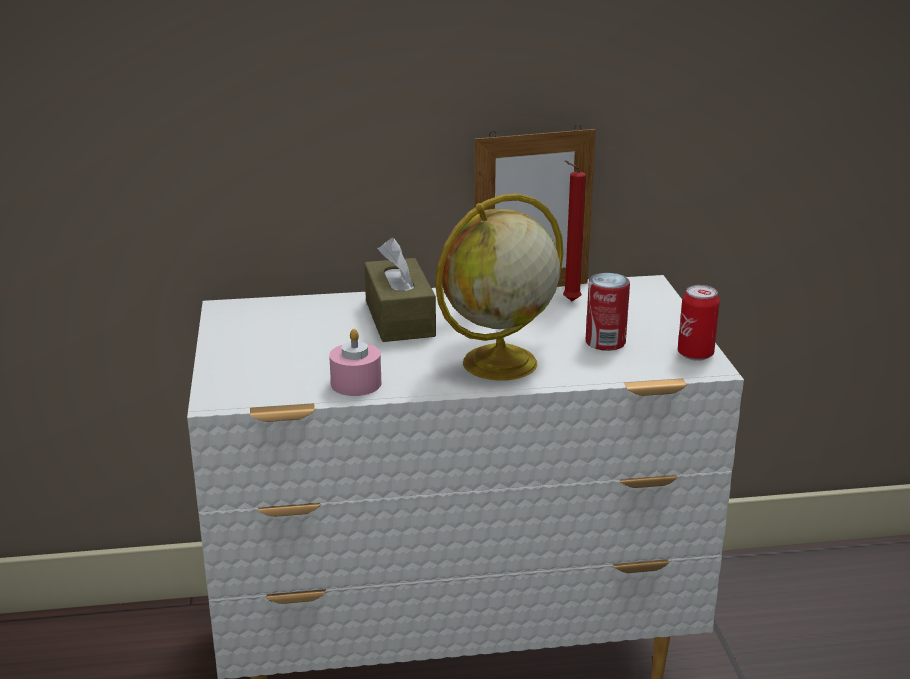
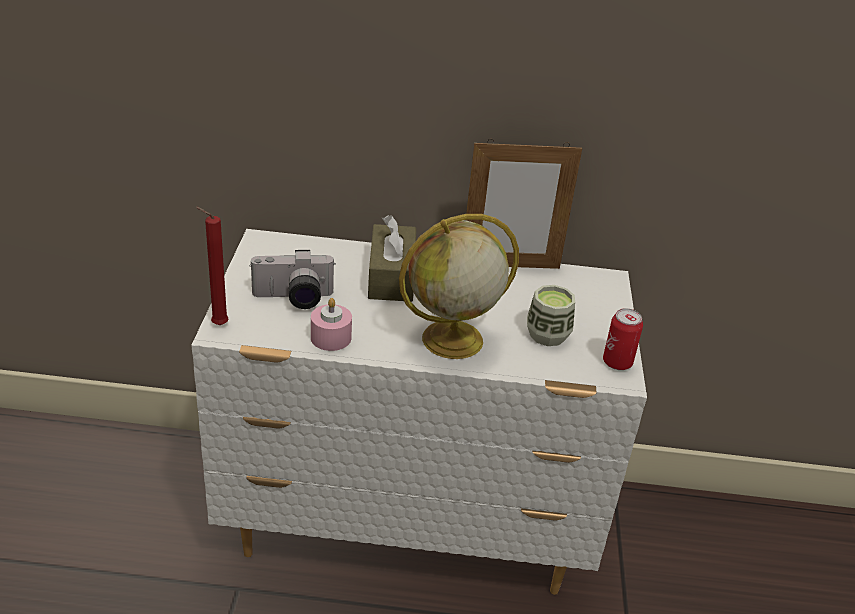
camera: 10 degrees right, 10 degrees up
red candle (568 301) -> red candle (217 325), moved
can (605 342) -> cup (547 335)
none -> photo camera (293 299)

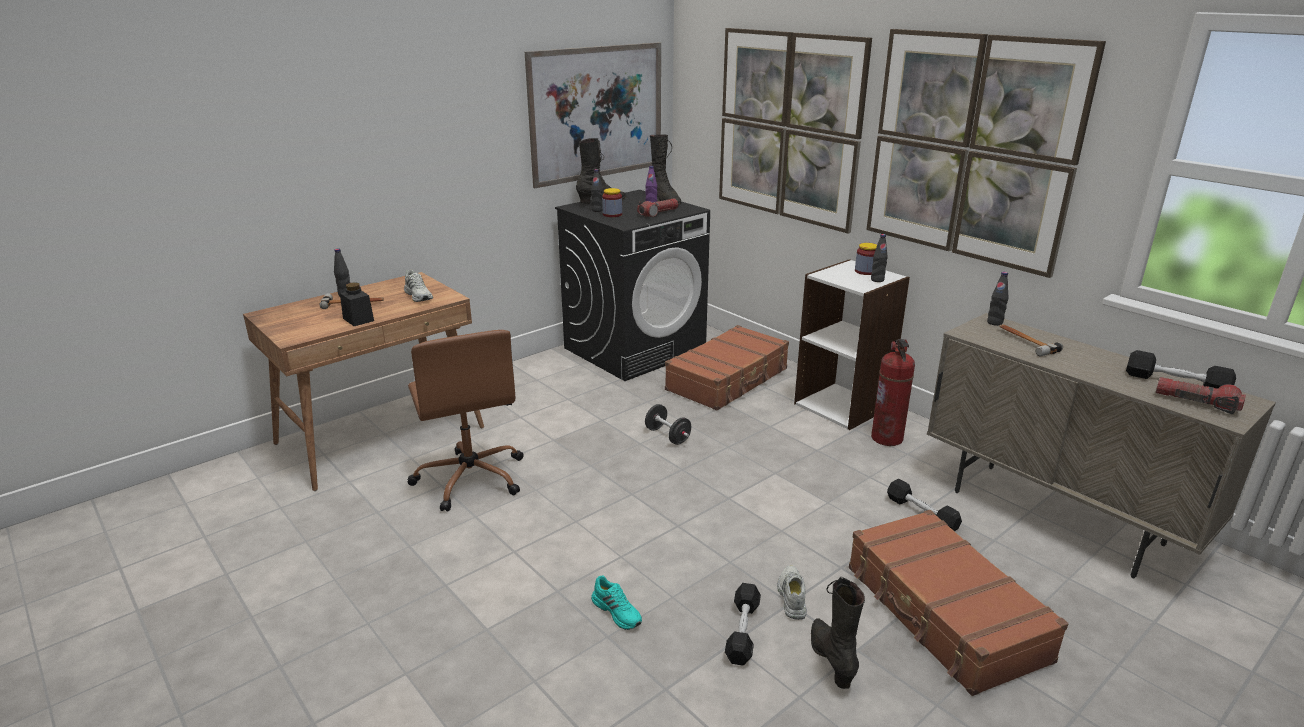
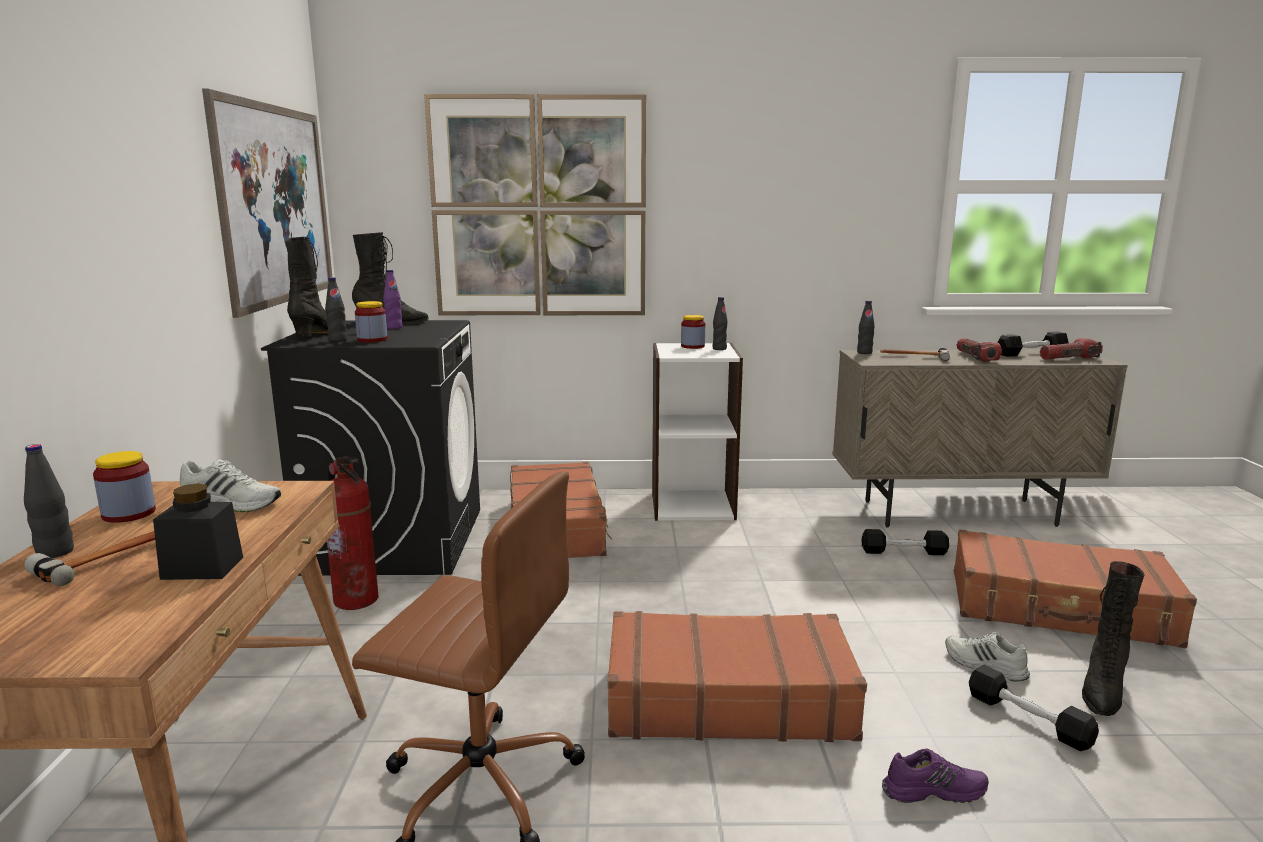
camera: 50 degrees left, 10 degrees down
picture (970 148) -> none
flashlight (658 213) -> flashlight (975 357), moved
fire extinguisher (887 438) -> fire extinguisher (356 600), moved
black dumbbell (667 436) -> none
turquoise shoe (617 611) -> purple shoe (933 790)
black boot (831 660) -> black boot (1102 690), 90 degrees counterclockwise
none -> jar (129 513)
none -> brown suitcase (727 698)

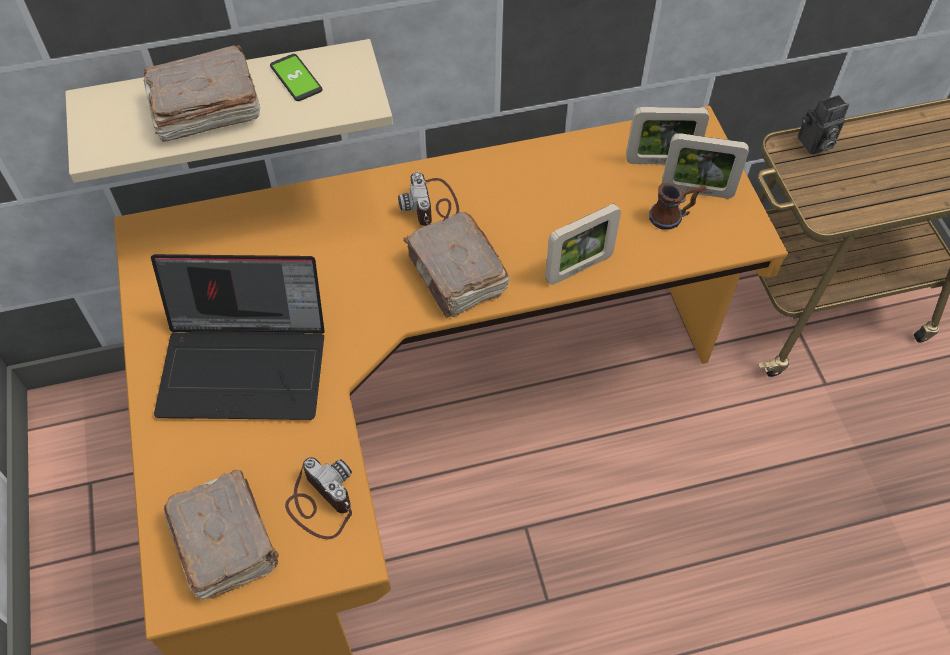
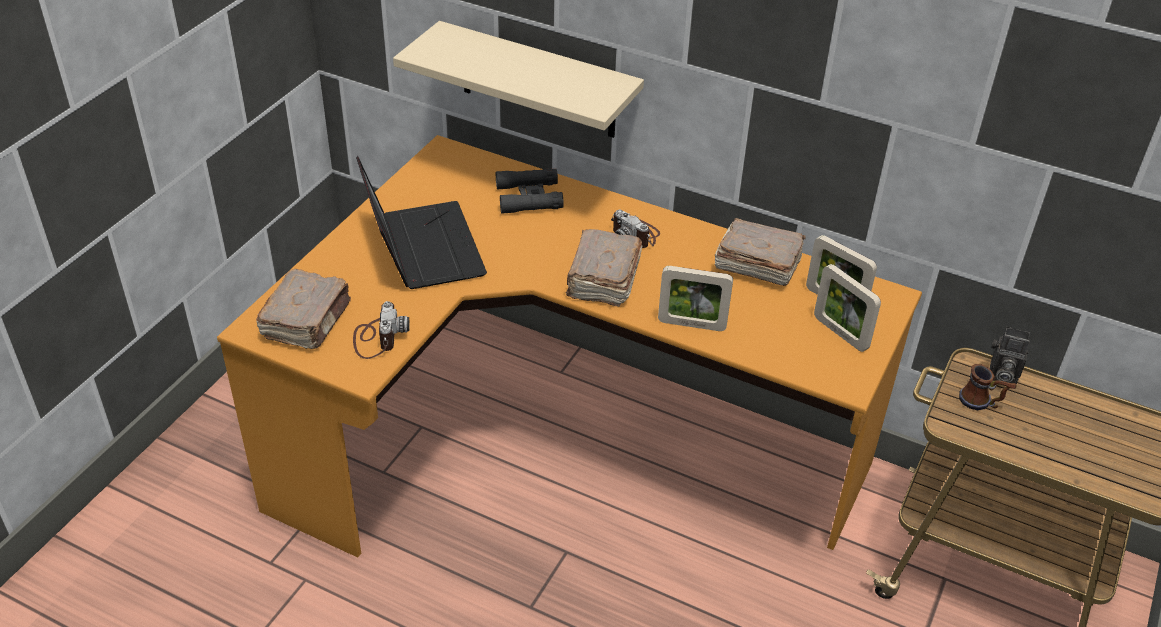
camera: 40 degrees right, 15 degrees down
brown book (204 110) -> brown book (756 264), moved
phone (296 78) -> none
photo camera (432 205) -> photo camera (635 234), 75 degrees counterclockwise
mug (673 216) -> mug (982 403), moved
laptop (247 363) -> laptop (421 247), 150 degrees counterclockwise
none -> black binoculars (529 197)

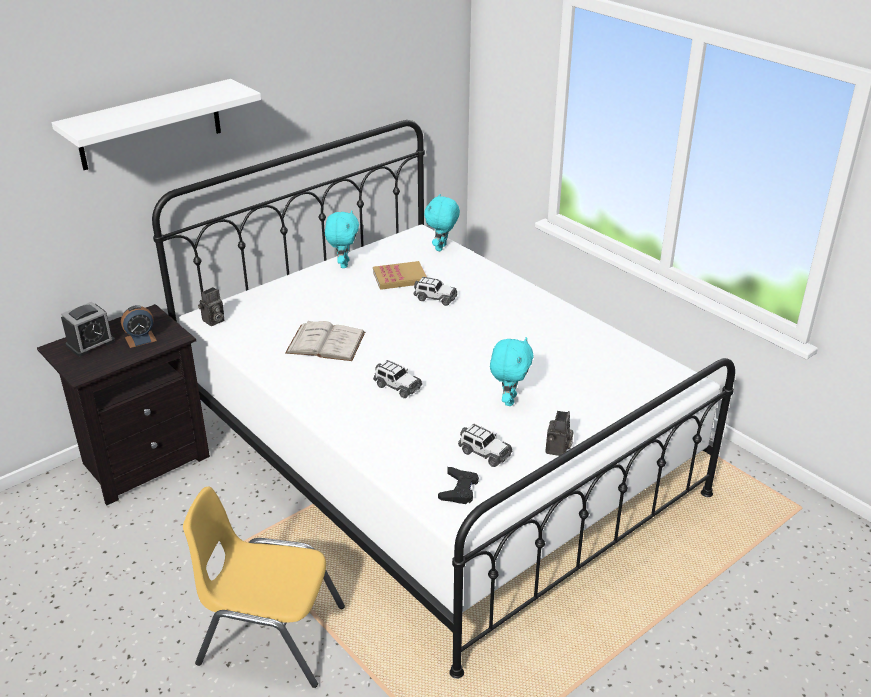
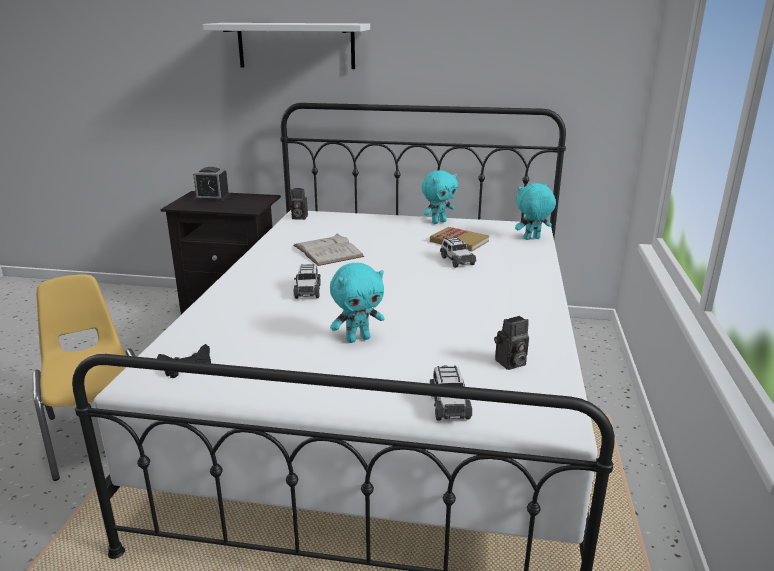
camera: 50 degrees right, 10 degrees down
alarm clock (140 339) -> none
photo camera (558 450) -> photo camera (510 363), moved
toy car (484 453) -> toy car (449 405), moved

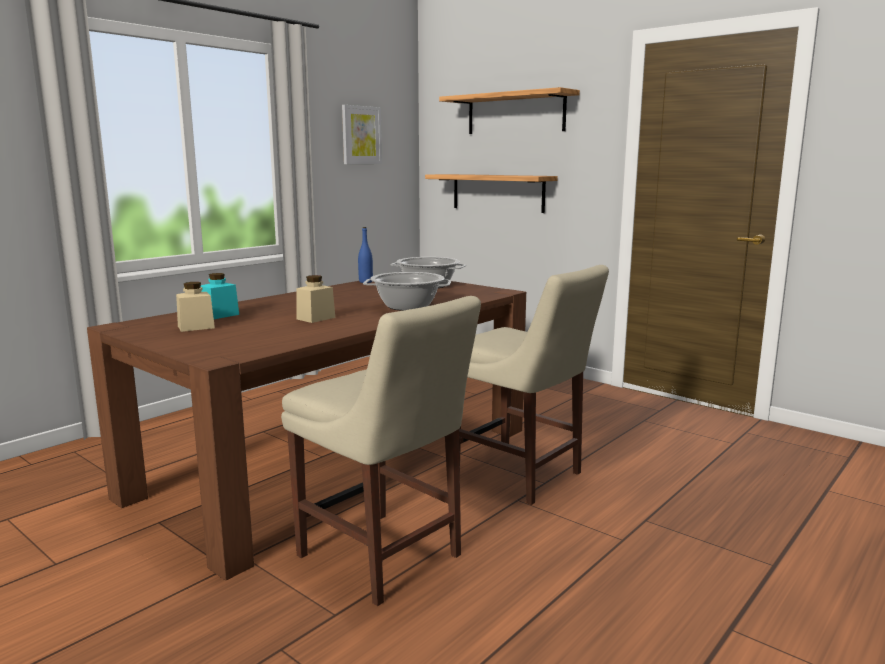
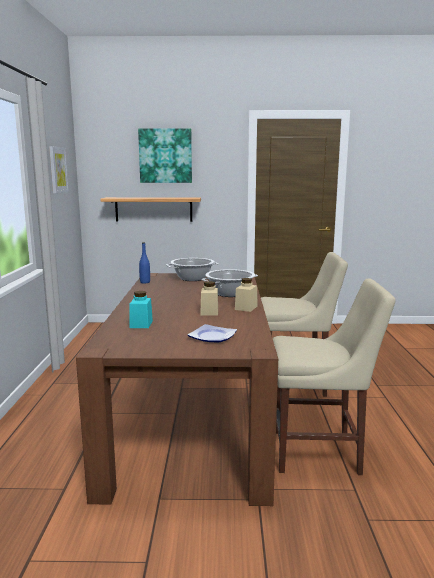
camera: 40 degrees left, 0 degrees up
shelf (515 113) -> picture (165 156)
beige jar (196 327) -> beige jar (246 308), moved
none -> plate (212 337)

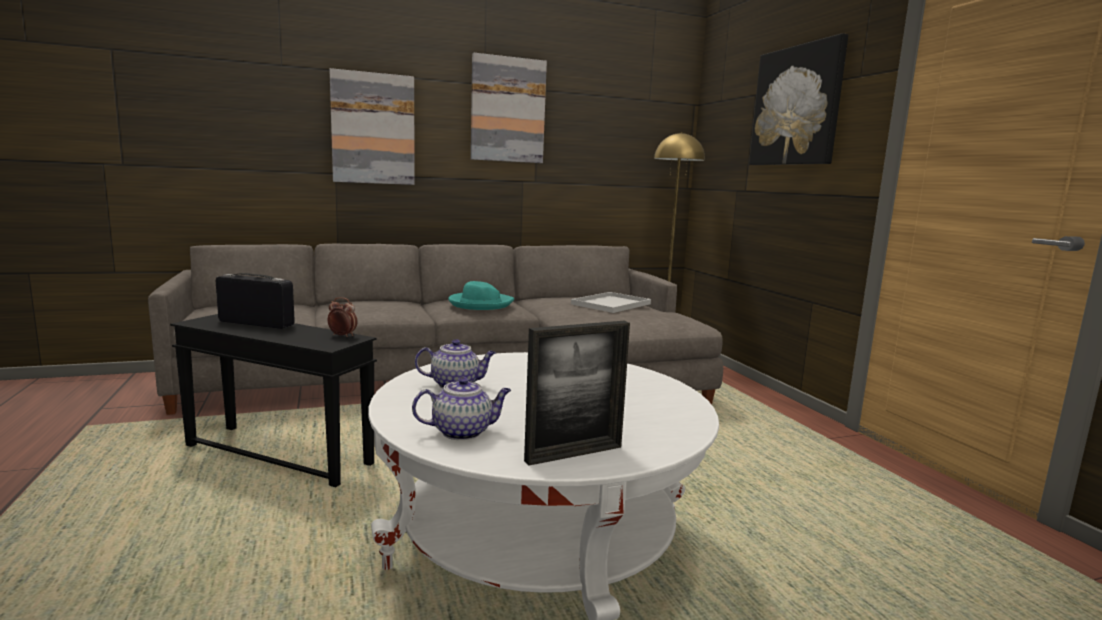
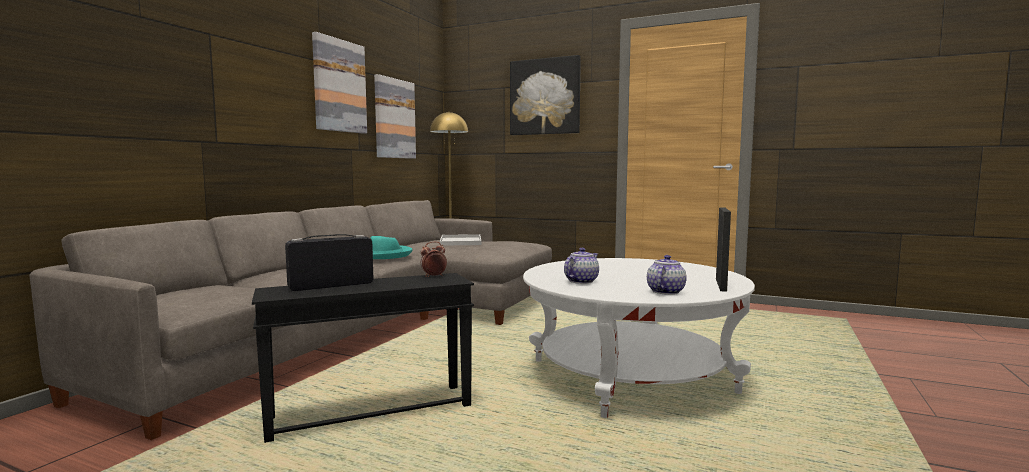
camera: 45 degrees left, 5 degrees down
picture (373 129) -> picture (394 118), moved

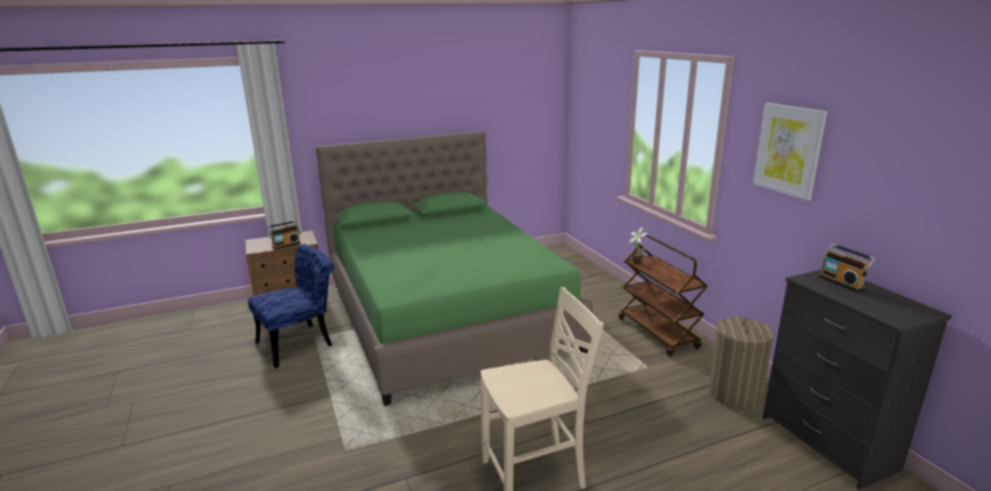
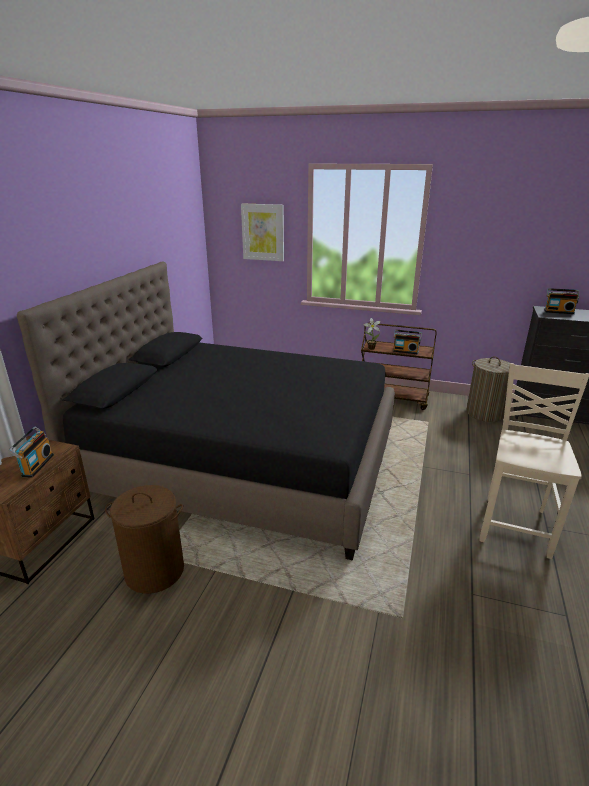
camera: 50 degrees left, 5 degrees up
picture (788 150) -> picture (263 232), moved
green bed (446 315) -> black bed (242 461)
blue chair (301 343) -> brown laundry basket (155 571)
none -> radio (405 351)

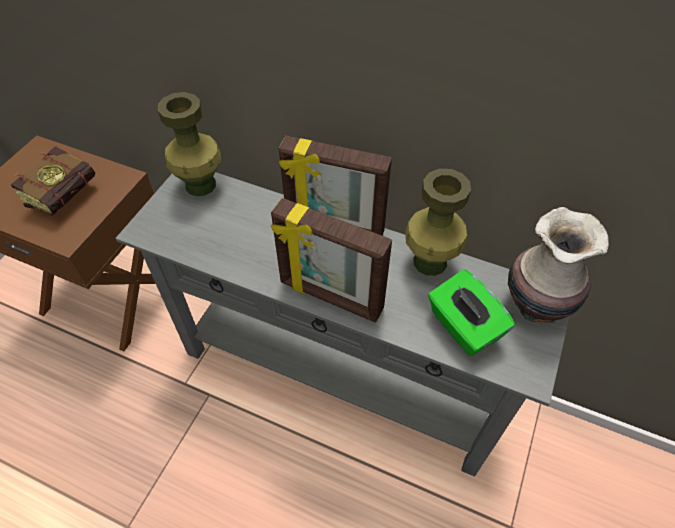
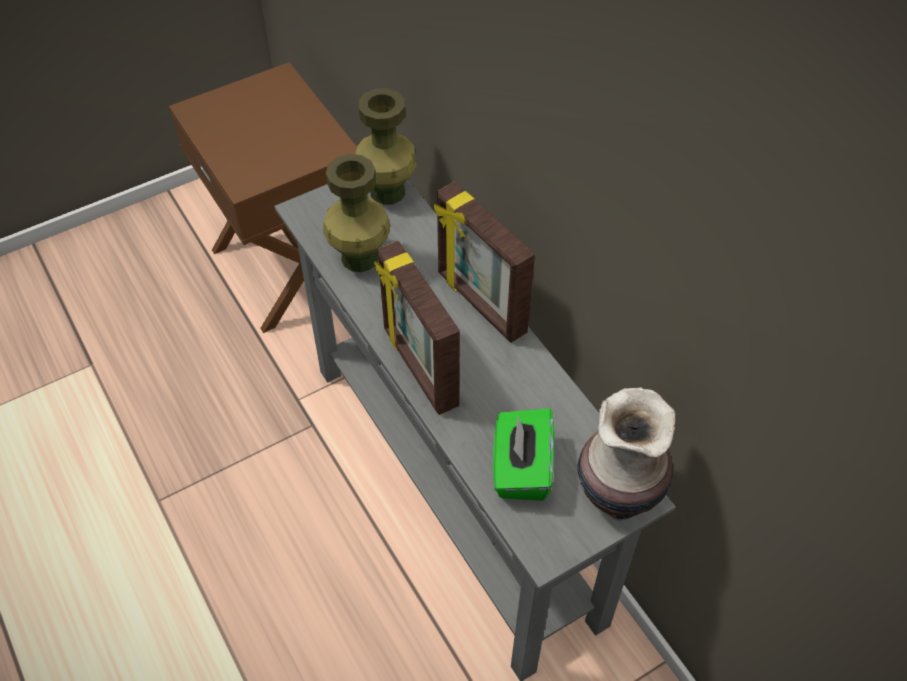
camera: 35 degrees right, 0 degrees up
book (69 193) -> none
green vase (430 262) -> green vase (359 258), moved

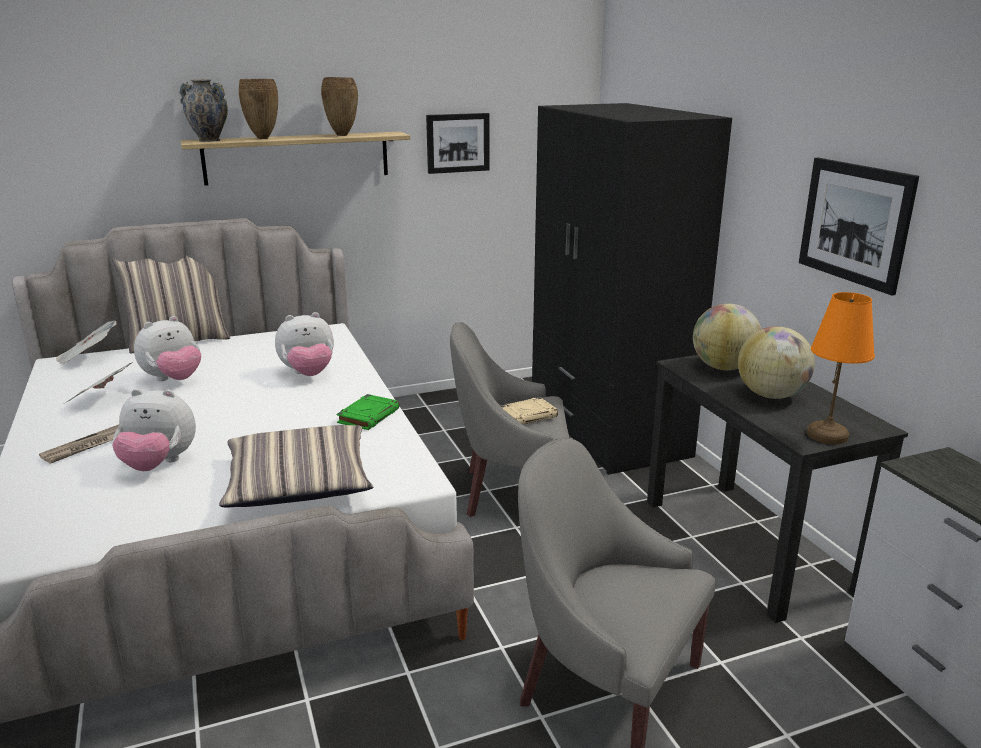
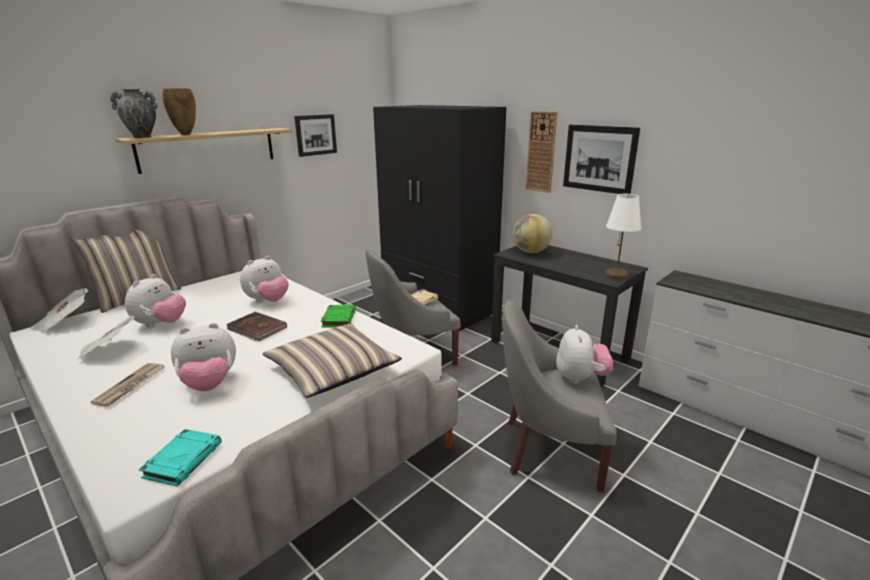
camera: 25 degrees left, 0 degrees up
brown vase (343 135) -> none
orange table lamp (828 435) -> white table lamp (616 275)
globe (771 395) -> none
none -> wall clock (541 152)
none -> brown book (257 329)
none -> plush toy (580 378)
none -> turquoise book (183 460)

